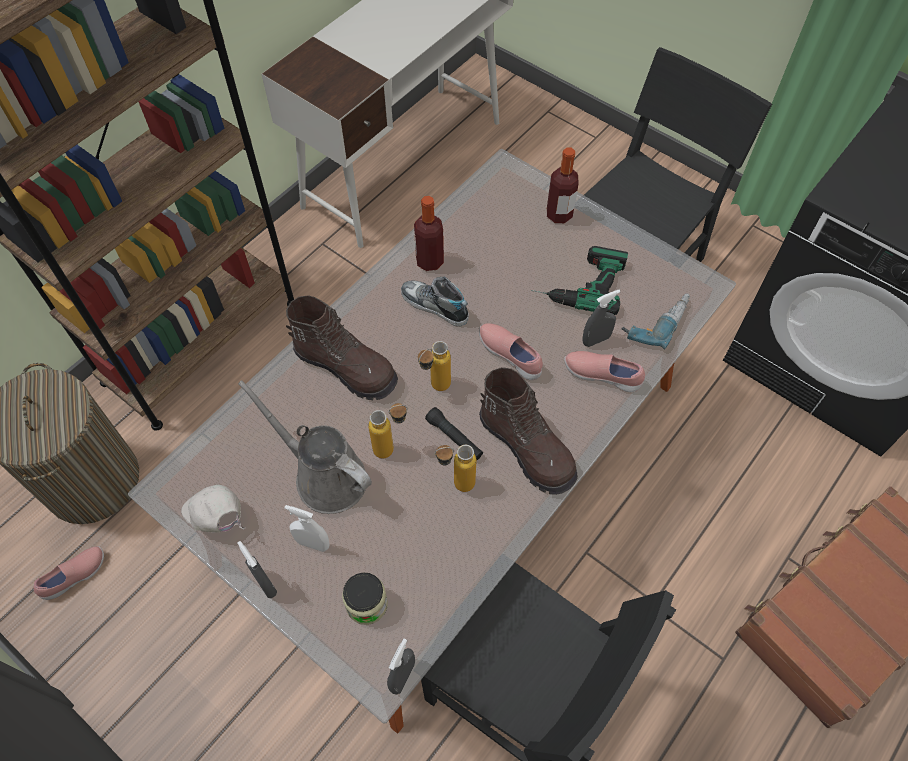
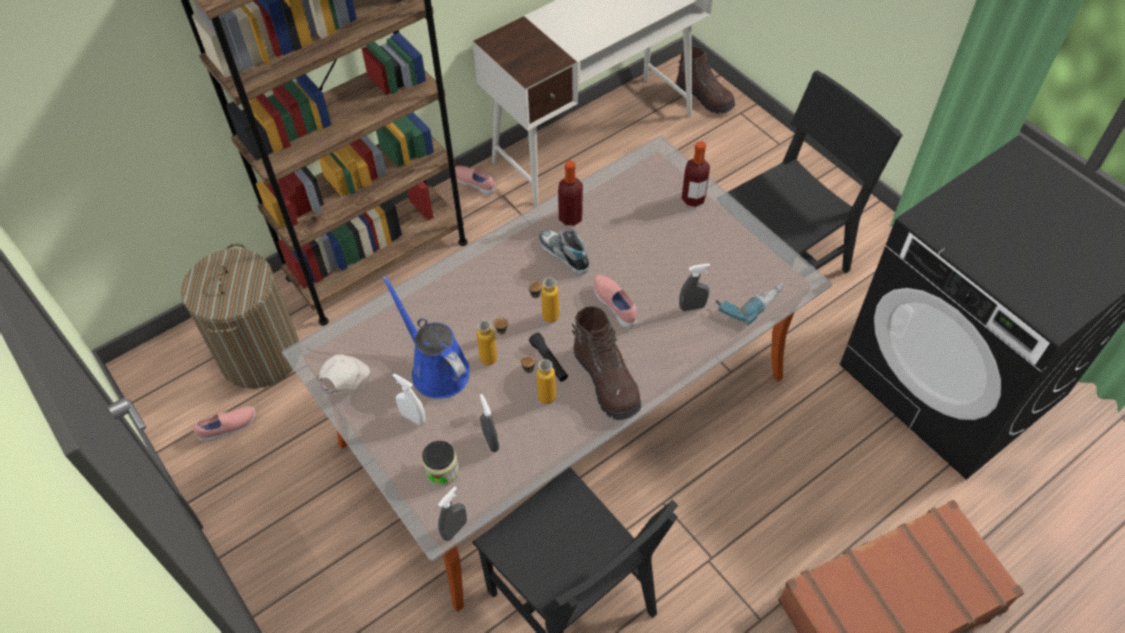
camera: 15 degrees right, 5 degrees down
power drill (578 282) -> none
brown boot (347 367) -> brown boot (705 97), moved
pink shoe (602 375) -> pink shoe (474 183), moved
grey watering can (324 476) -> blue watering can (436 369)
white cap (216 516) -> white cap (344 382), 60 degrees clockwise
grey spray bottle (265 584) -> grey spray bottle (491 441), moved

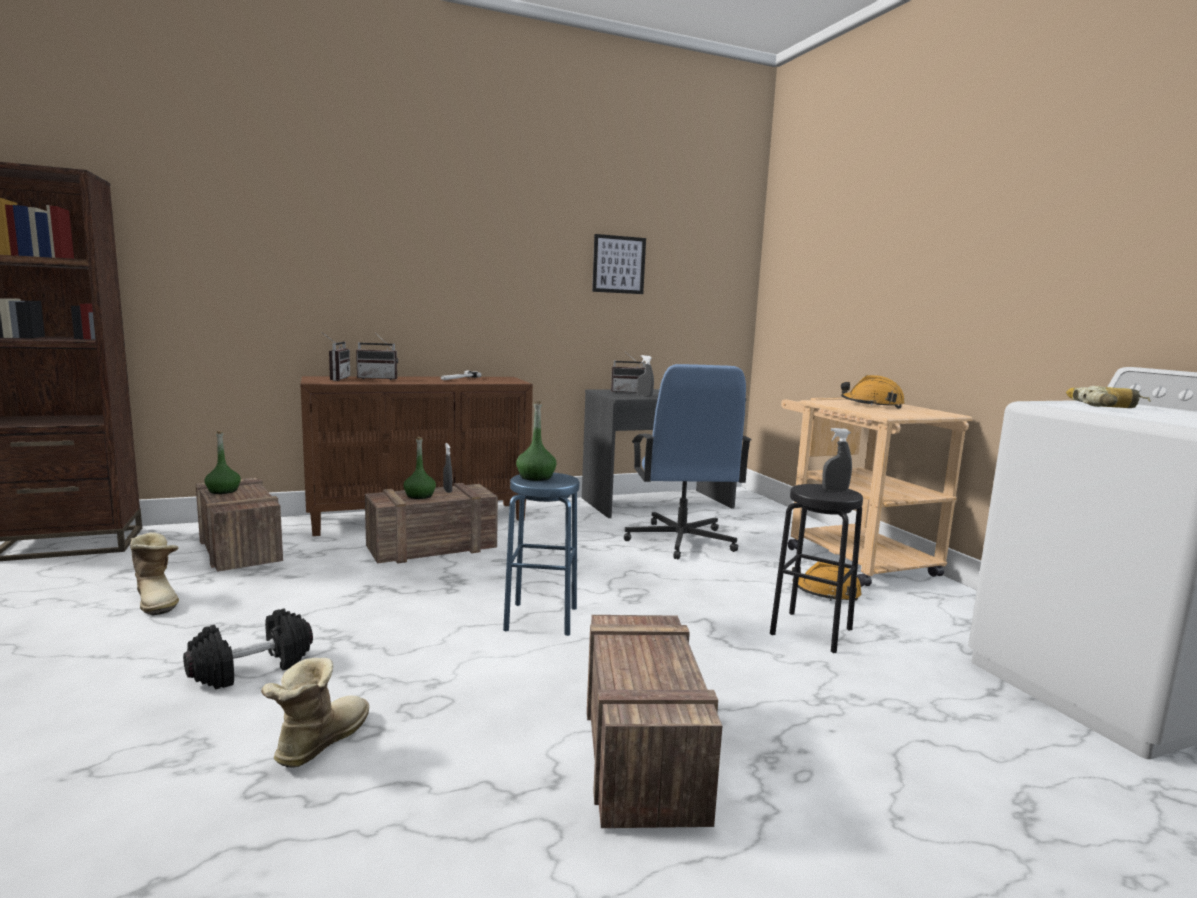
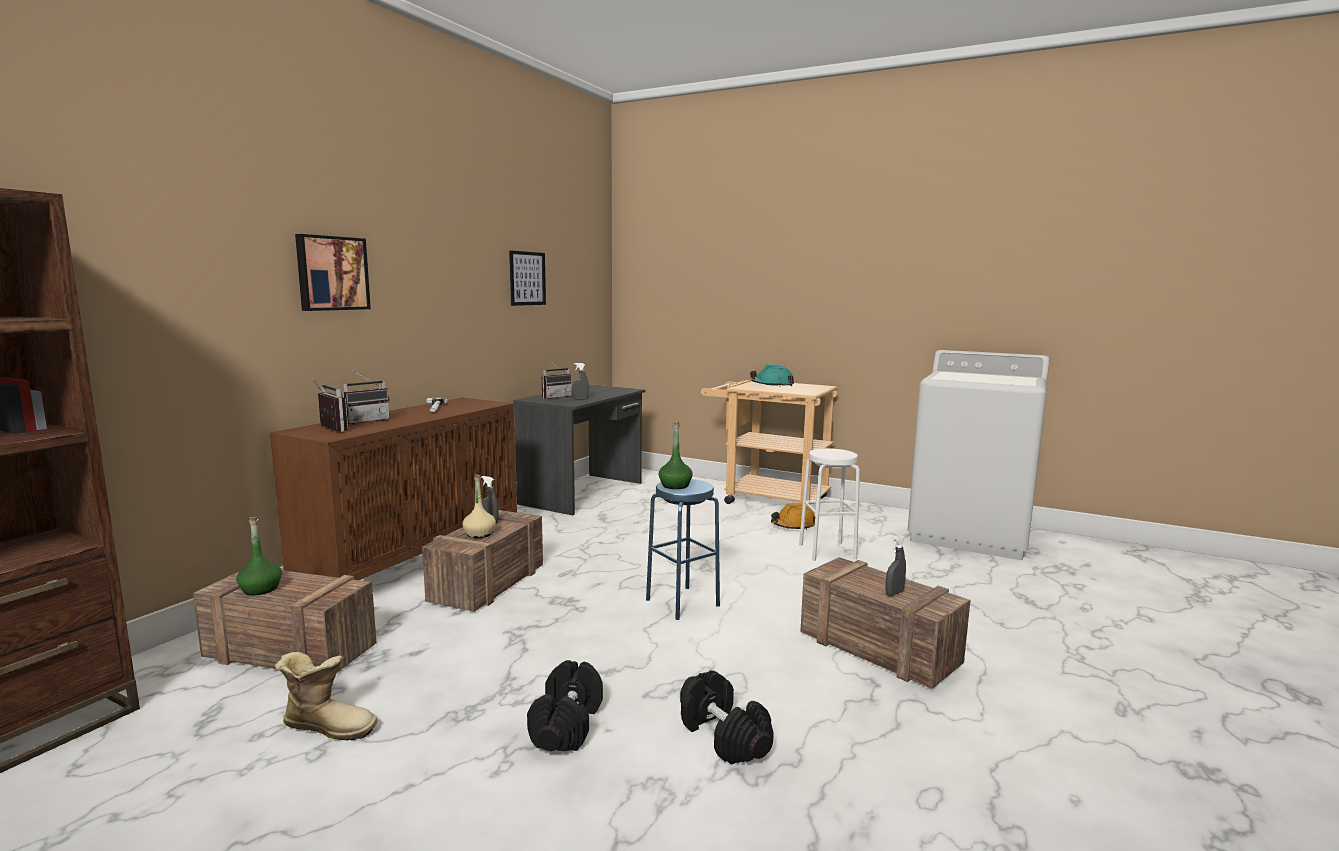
camera: 40 degrees left, 0 degrees up
blue office chair (680 541) -> none
orange hard hat (872 405) -> turquoise hard hat (772 385)
power drill (1109 407) -> none
grey spray bottle (835 490) -> grey spray bottle (894 593), moved
green bottle (420 496) -> beige bottle (479 534)
black stool (811 631) -> white stool (827 551)
boot (317 742) -> black dumbbell (723 736)
none -> picture (331 273)

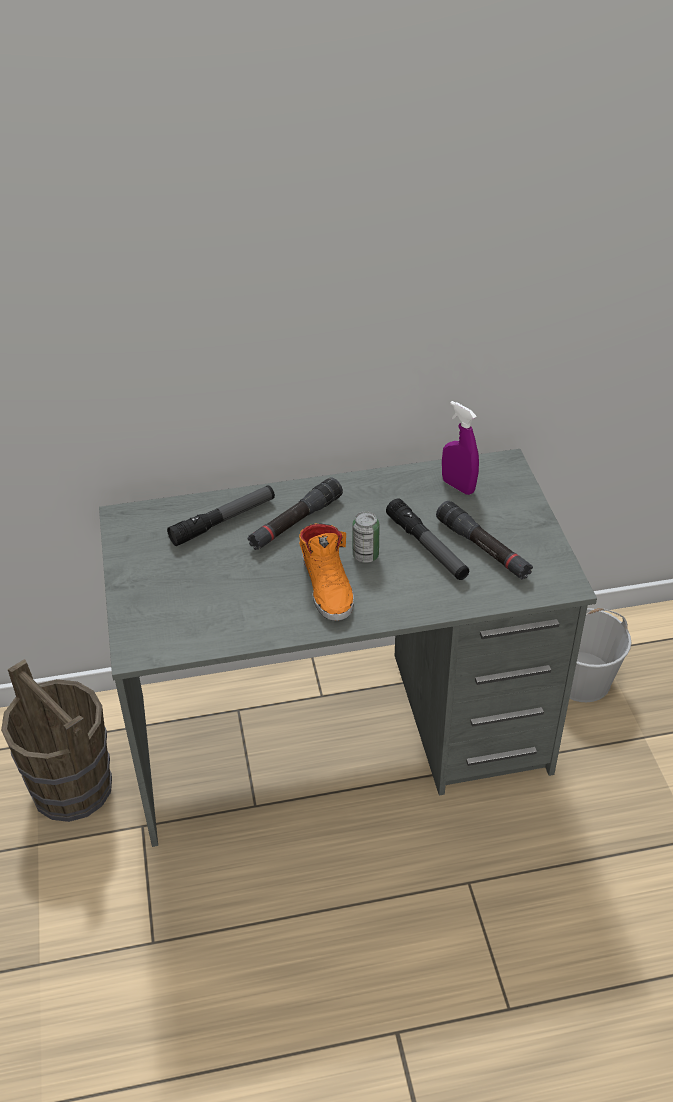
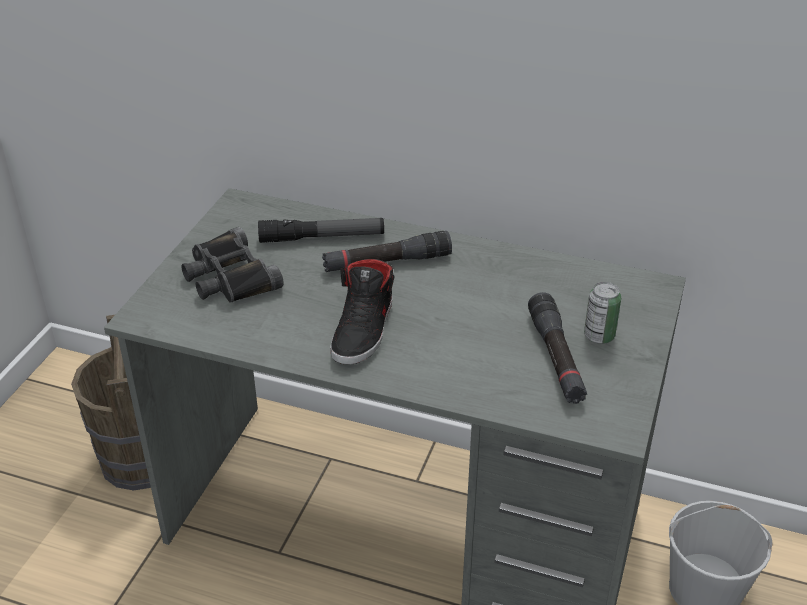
camera: 30 degrees right, 5 degrees down
purple spray bottle (458 486) -> none
flashlight (427 547) -> none
can (365 555) -> can (599 336), moved
orange shoe (328 586) -> black shoe (364 330)
none -> black binoculars (229 277)

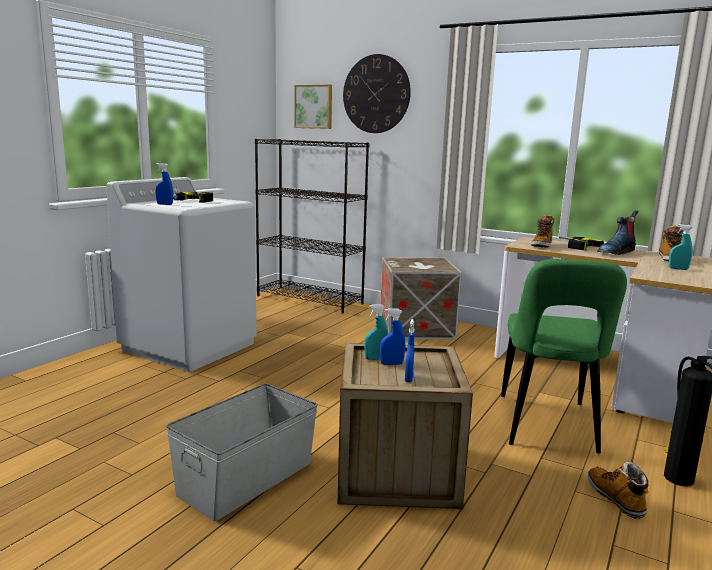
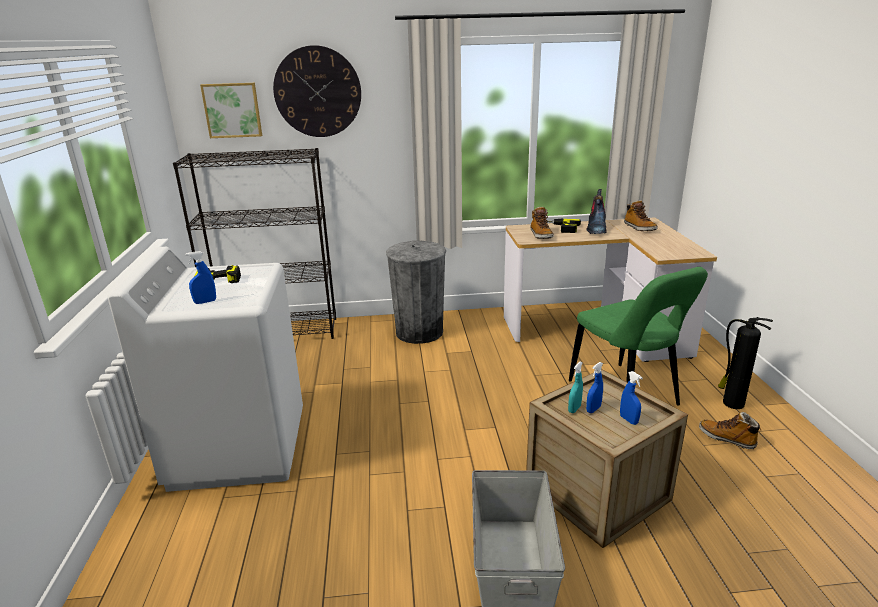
camera: 35 degrees left, 10 degrees up
turquoise spray bottle (678 269) -> none
crate (416 328) -> grey trash can (419 332)

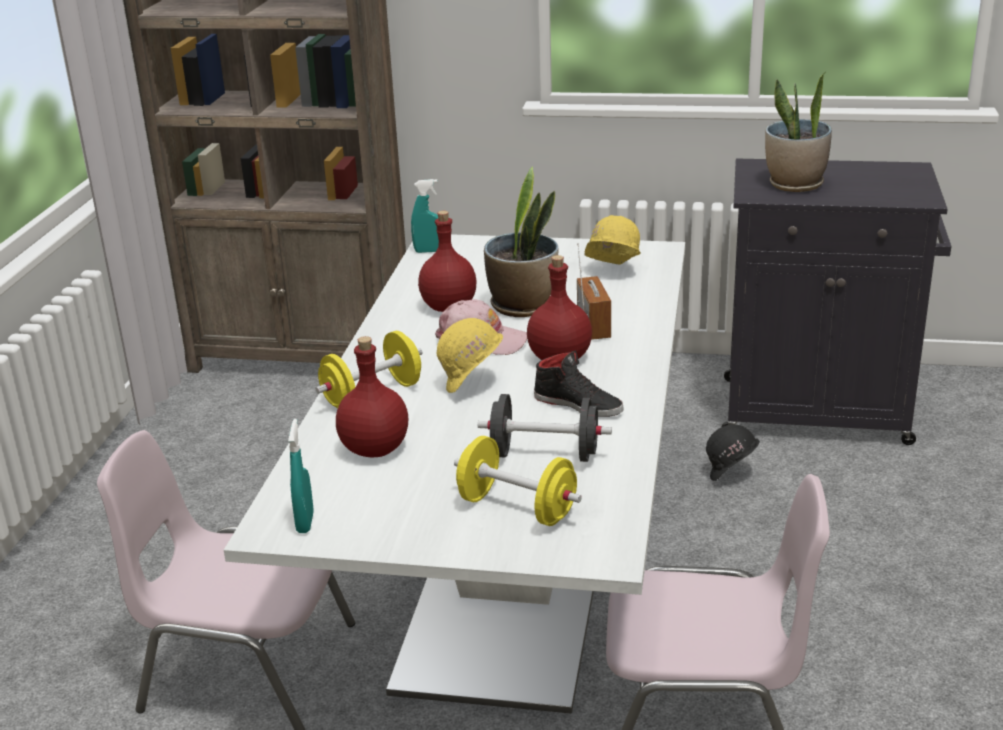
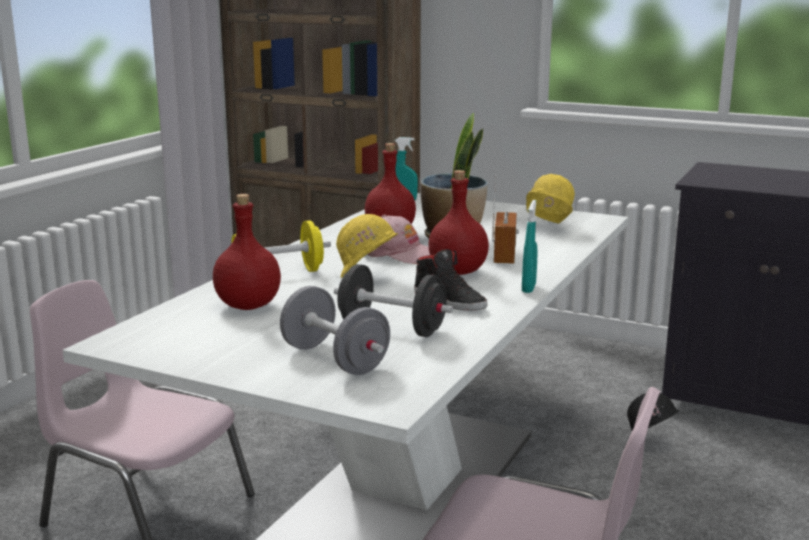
camera: 15 degrees right, 10 degrees down
potted plant (795 185) -> none
turquoise spray bottle (305 522) -> turquoise spray bottle (528 288), moved
yellow dumbbell (517 508) -> grey dumbbell (335 359)

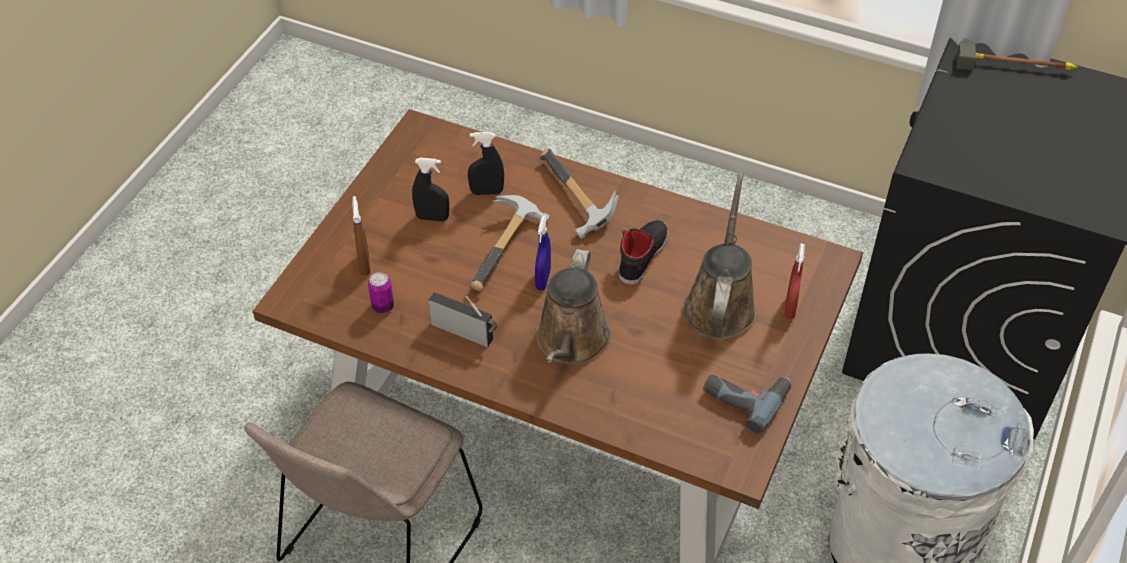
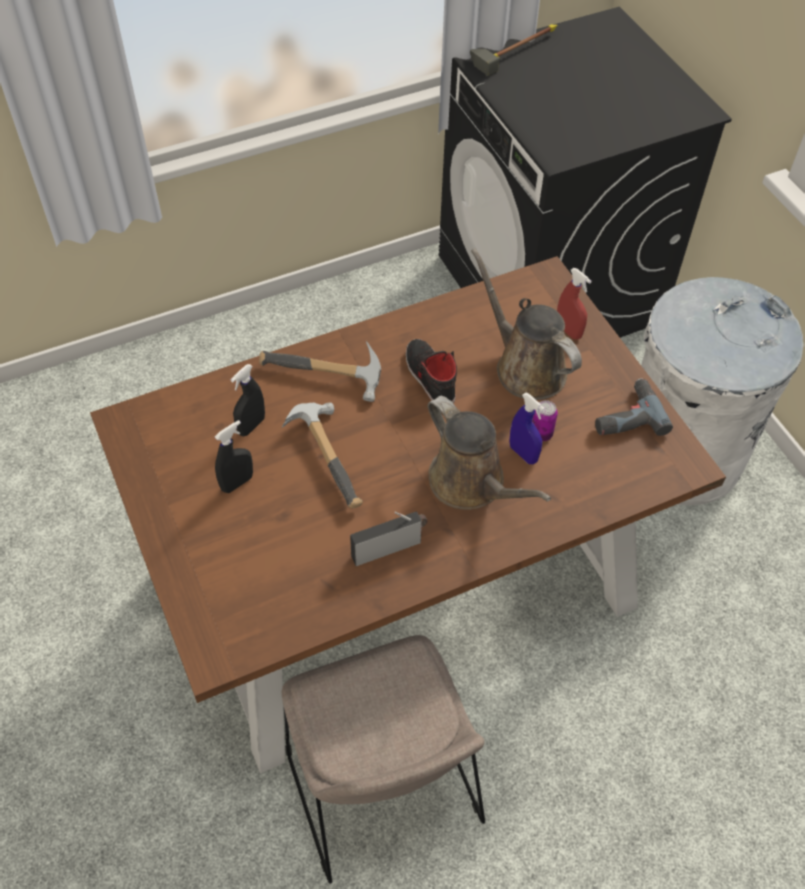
camera: 50 degrees left, 5 degrees up
brown spray bottle (364 264) -> none
blue spray bottle (543 279) -> blue spray bottle (523 454), moved
can (383 306) -> can (541 434), moved

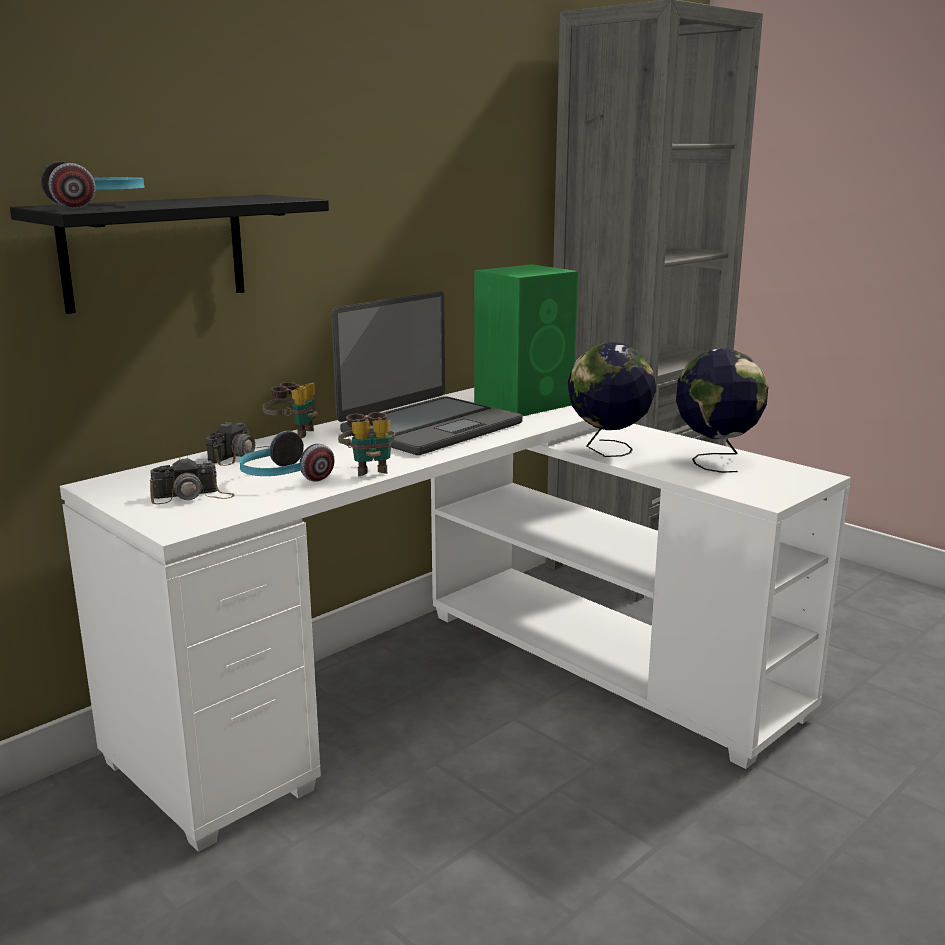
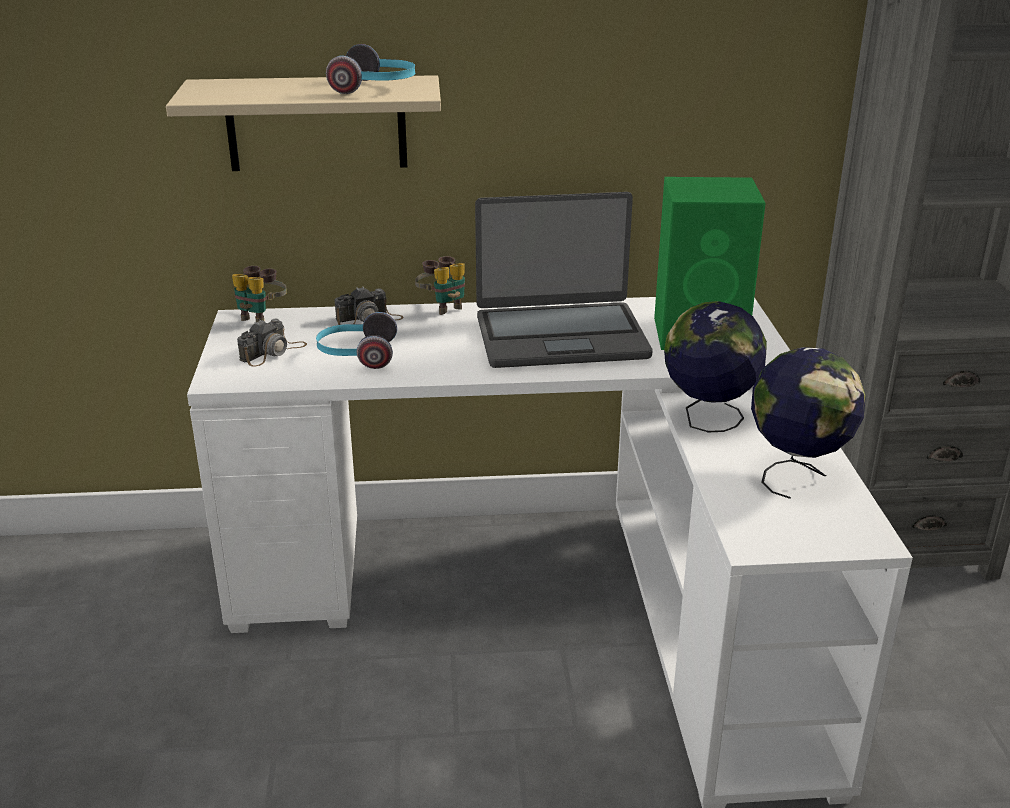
camera: 40 degrees right, 10 degrees up
headphones (97 205) -> headphones (375 88), moved
black shelf (154 251) -> beige shelf (316 123)
binoculars (369 469) -> binoculars (261 317), moved
photo camera (192 496) -> photo camera (273 352), 75 degrees counterclockwise

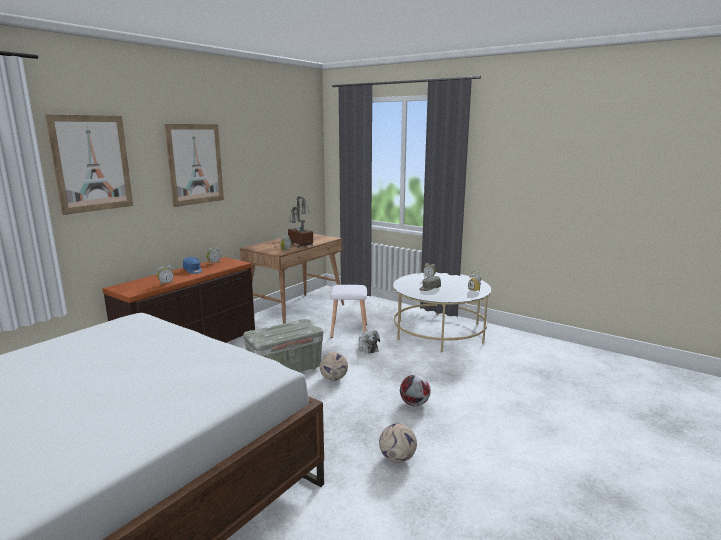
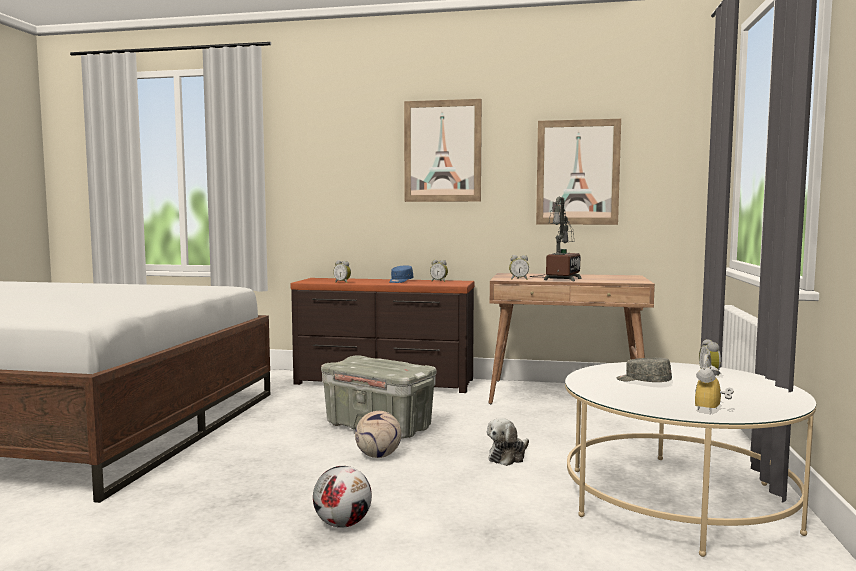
camera: 65 degrees right, 10 degrees down
picture (92 163) -> picture (577 172), moved
white stool (349 331) -> none
football (398 458) -> none

